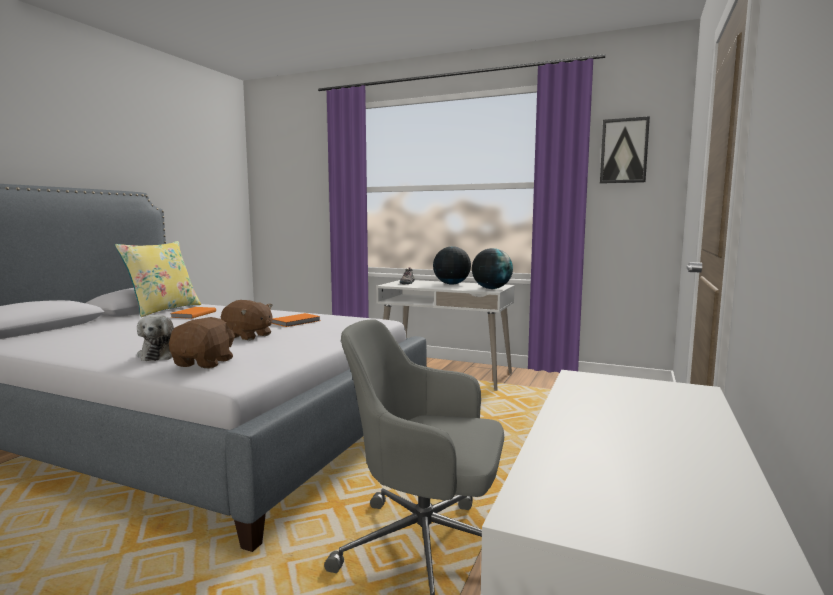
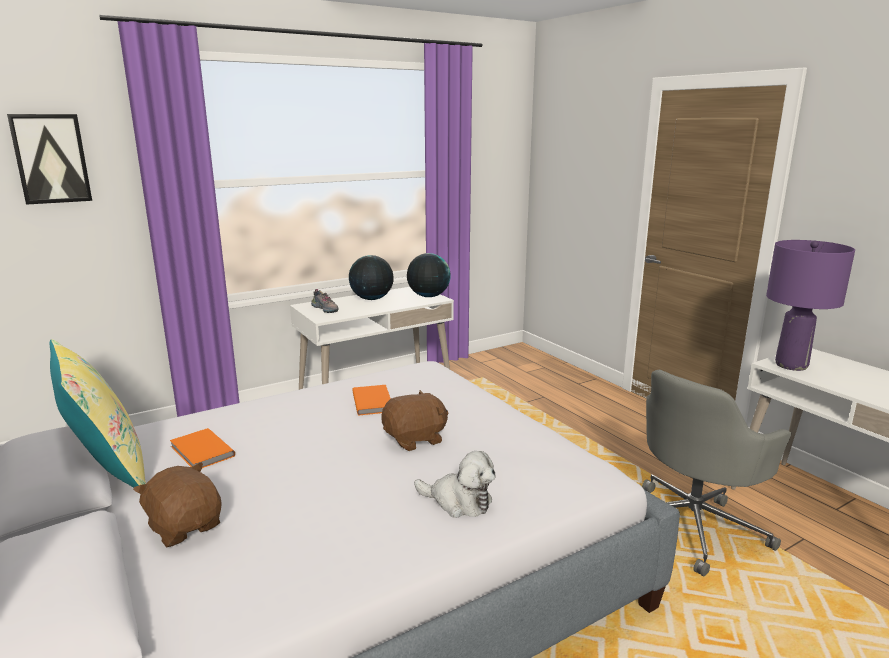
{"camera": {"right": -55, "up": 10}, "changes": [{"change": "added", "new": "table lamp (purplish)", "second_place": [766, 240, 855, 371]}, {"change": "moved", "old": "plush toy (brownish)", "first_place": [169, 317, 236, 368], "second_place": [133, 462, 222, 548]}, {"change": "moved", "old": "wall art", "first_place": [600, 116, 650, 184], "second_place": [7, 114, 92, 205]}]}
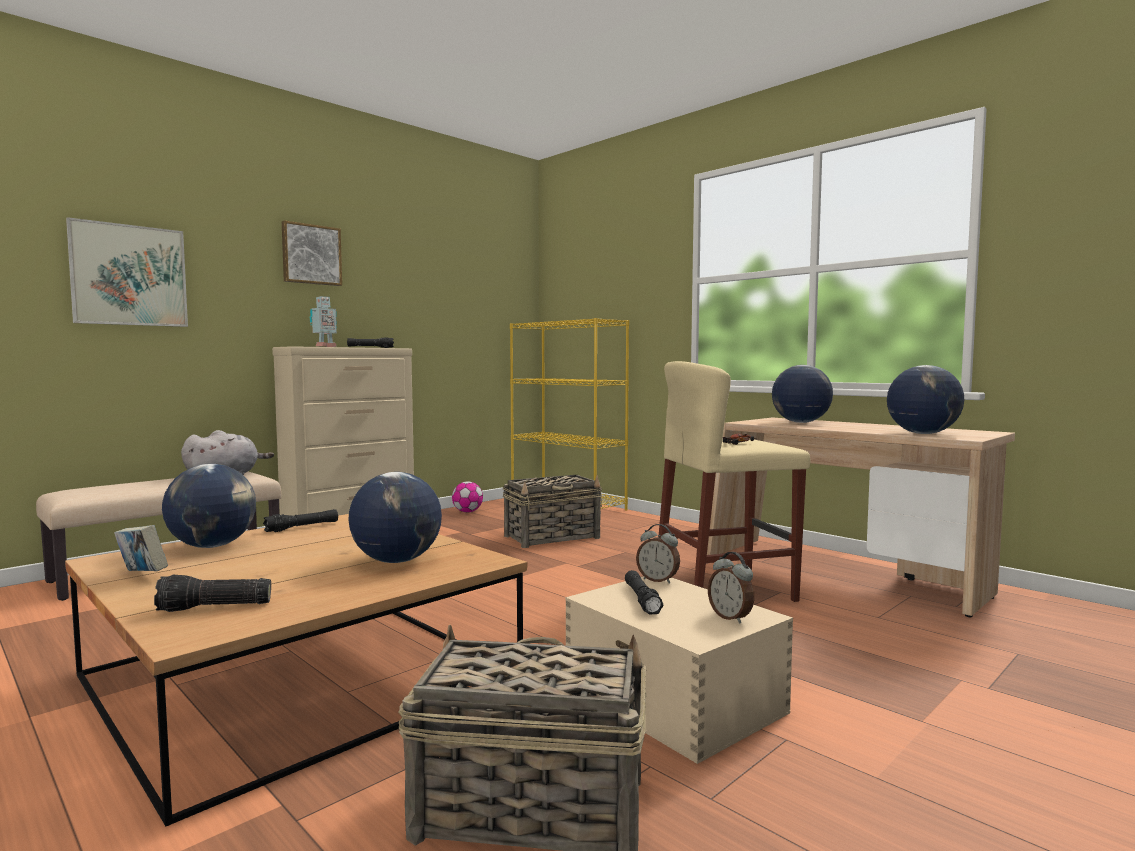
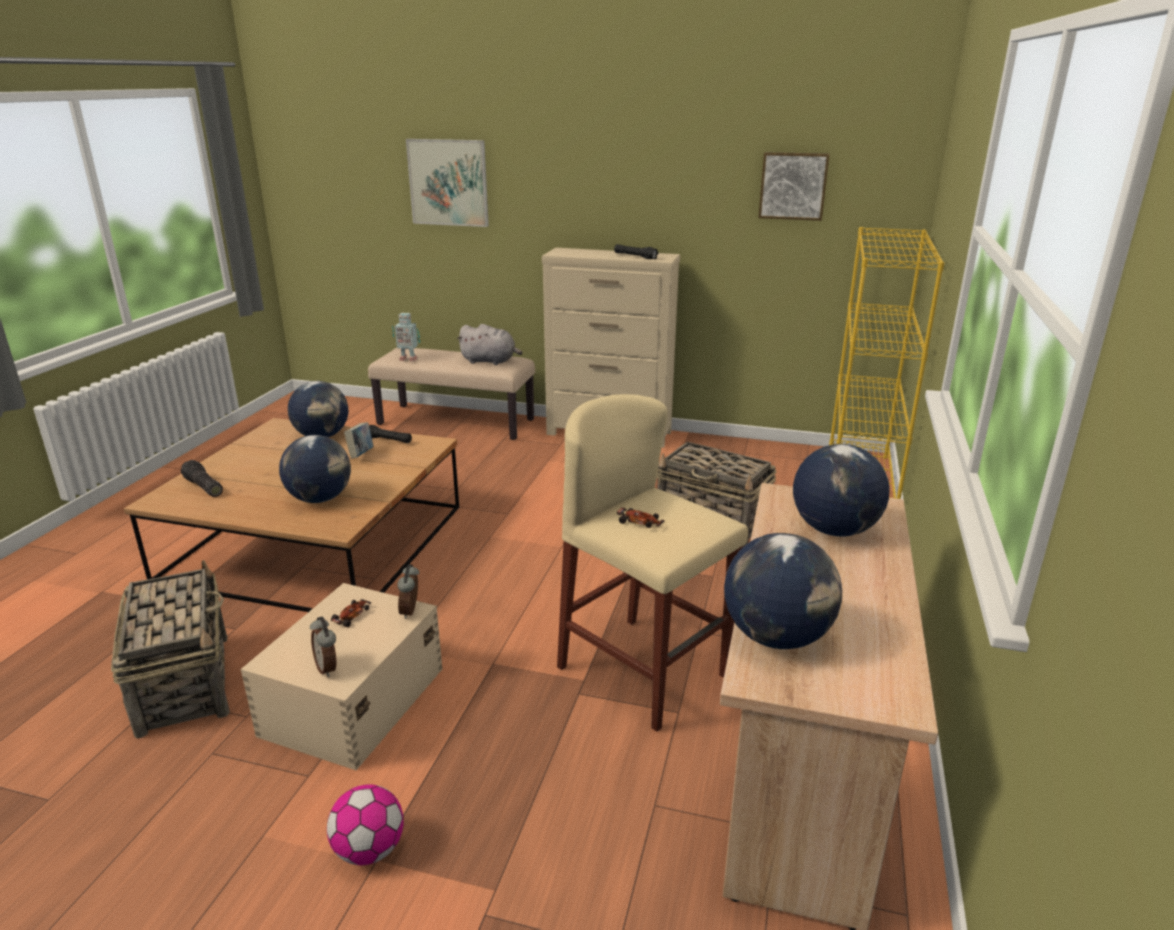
{"camera": {"right": 60, "up": 20}, "changes": [{"change": "moved", "old": "volume", "first_place": [114, 525, 168, 571], "second_place": [344, 422, 373, 458]}, {"change": "moved", "old": "wall art", "first_place": [282, 221, 342, 286], "second_place": [758, 152, 830, 221]}, {"change": "moved", "old": "toy robot", "first_place": [310, 296, 337, 347], "second_place": [392, 313, 420, 362]}, {"change": "moved", "old": "football ball", "first_place": [452, 481, 483, 512], "second_place": [327, 784, 404, 865]}, {"change": "replaced", "old": "flashlight (black)", "new": "toy car", "first_place": [625, 570, 663, 615], "second_place": [331, 599, 372, 627]}, {"change": "turned", "old": "bedside clock", "first_place": [708, 552, 754, 624], "second_place": [310, 617, 336, 677], "degrees": -60}]}
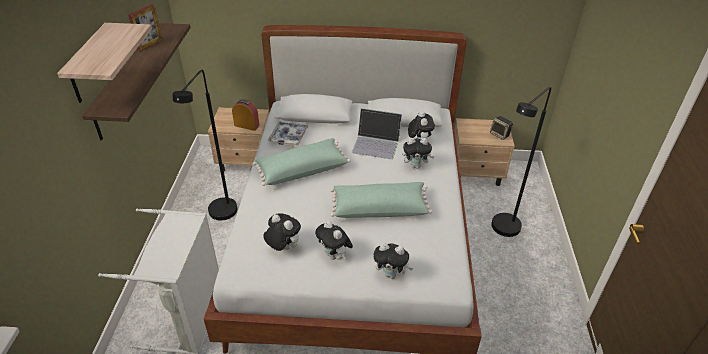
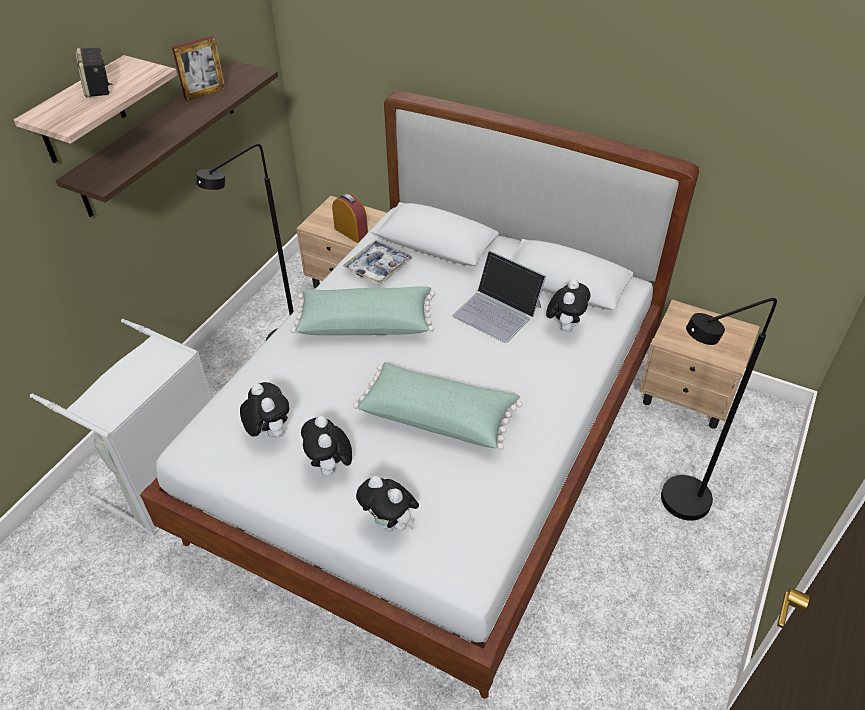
{"camera": {"right": 25, "up": 5}, "changes": [{"change": "removed", "old": "plush toy", "first_place": [402, 138, 434, 169]}, {"change": "moved", "old": "audio speaker", "first_place": [490, 116, 513, 140], "second_place": [75, 48, 113, 98]}]}
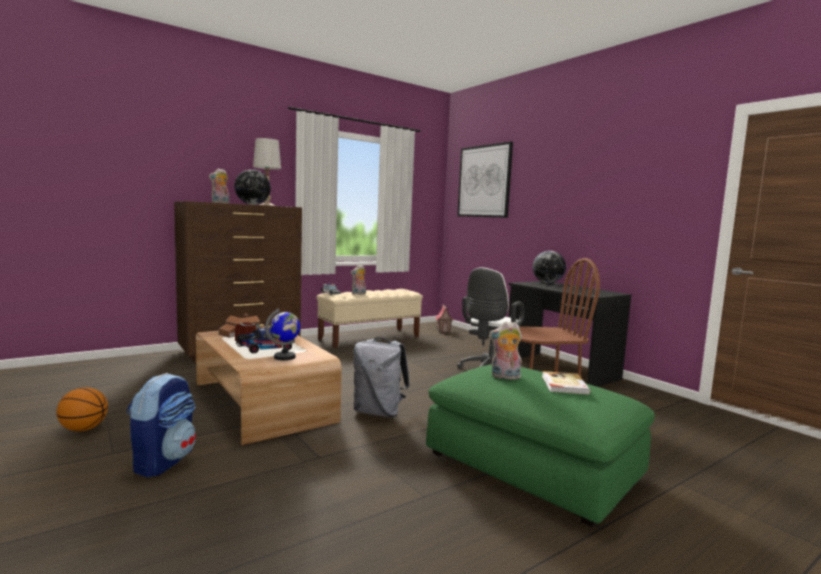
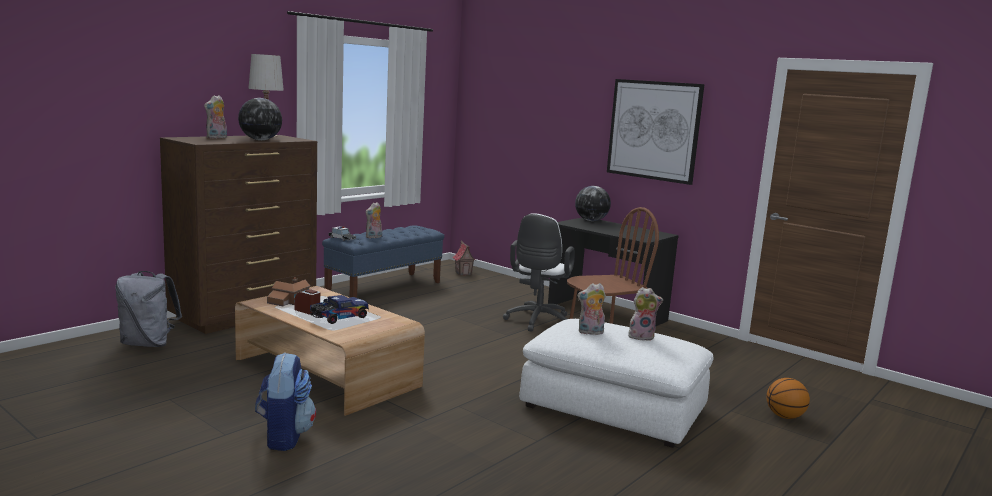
{"camera": {"right": -15, "up": 5}, "changes": [{"change": "removed", "old": "world globe", "first_place": [265, 309, 300, 360]}, {"change": "moved", "old": "basketball ball", "first_place": [56, 387, 108, 431], "second_place": [766, 378, 810, 419]}, {"change": "moved", "old": "backpack (gray)", "first_place": [353, 337, 410, 417], "second_place": [115, 271, 182, 347]}, {"change": "moved", "old": "wall art", "first_place": [457, 141, 513, 218], "second_place": [607, 79, 705, 185]}, {"change": "replaced", "old": "volume", "new": "plush toy", "first_place": [542, 371, 591, 395], "second_place": [628, 287, 663, 340]}, {"change": "recoloured", "old": "indoor bench (beige)", "new": "indoor bench (blue-coloured)", "first_place": [317, 289, 423, 348], "second_place": [322, 225, 444, 298]}, {"change": "recoloured", "old": "ottoman (greenish)", "new": "ottoman (white-coloured)", "first_place": [426, 365, 655, 527], "second_place": [519, 319, 713, 448]}]}
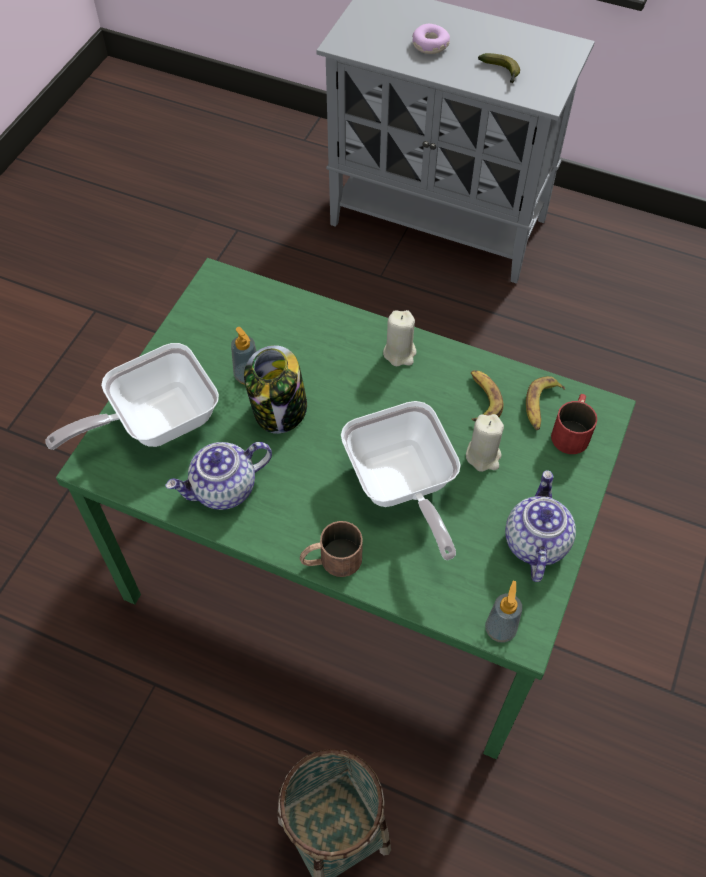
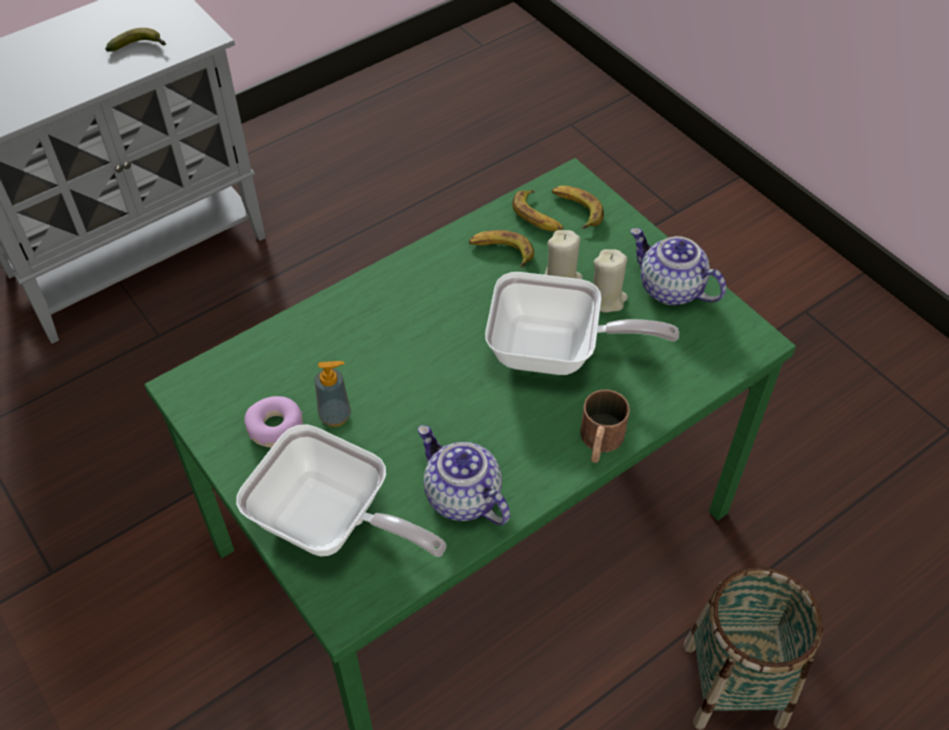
{"camera": {"right": -60, "up": -5}, "changes": [{"change": "removed", "old": "jar", "first_place": [244, 345, 307, 434]}, {"change": "removed", "old": "soap bottle", "first_place": [485, 581, 522, 643]}, {"change": "moved", "old": "candle (beige)", "first_place": [383, 310, 416, 366], "second_place": [593, 249, 628, 313]}, {"change": "moved", "old": "doughnut", "first_place": [412, 24, 450, 54], "second_place": [244, 396, 303, 448]}, {"change": "replaced", "old": "mug (red)", "new": "banana fruit", "first_place": [551, 394, 597, 454], "second_place": [552, 186, 604, 229]}, {"change": "turned", "old": "skillet", "first_place": [46, 343, 219, 450], "second_place": [236, 424, 446, 557], "degrees": -60}, {"change": "turned", "old": "tea pot", "first_place": [165, 442, 272, 510], "second_place": [418, 425, 510, 525], "degrees": 135}]}
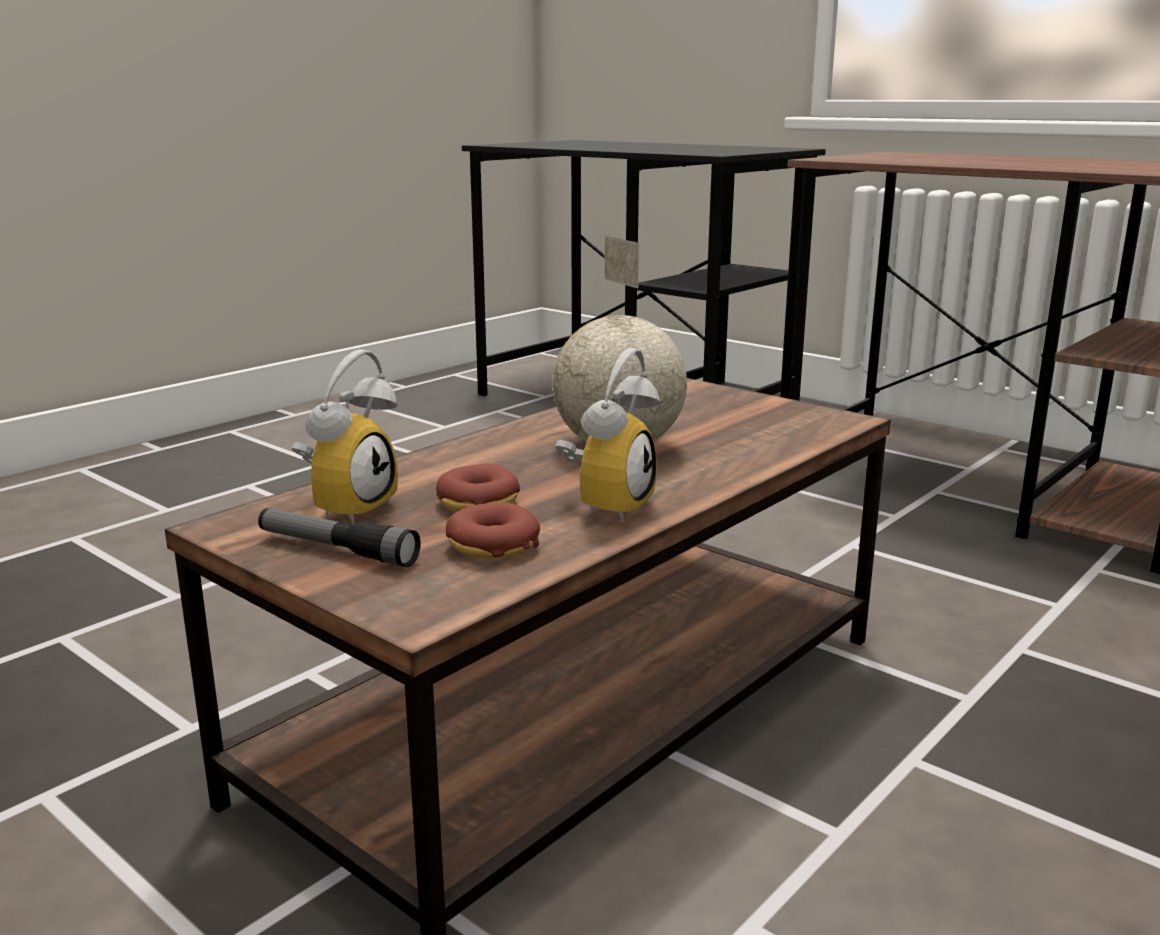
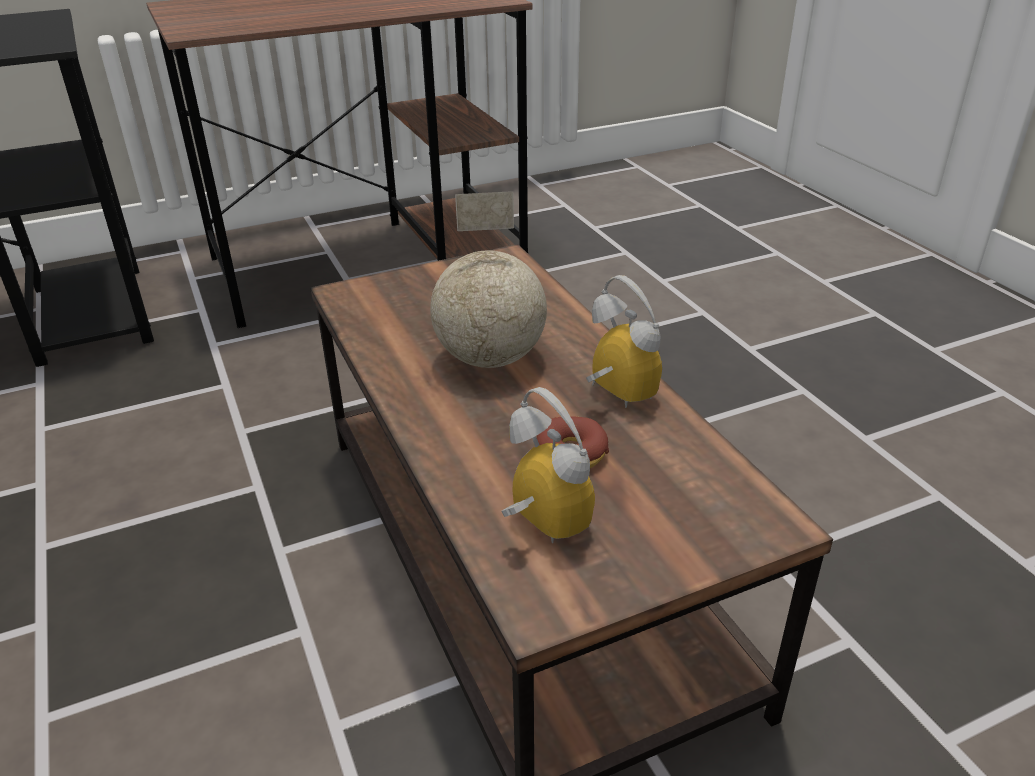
{"camera": {"right": -65, "up": 15}, "changes": [{"change": "removed", "old": "flashlight", "first_place": [258, 508, 421, 567]}, {"change": "removed", "old": "doughnut", "first_place": [446, 503, 540, 559]}]}
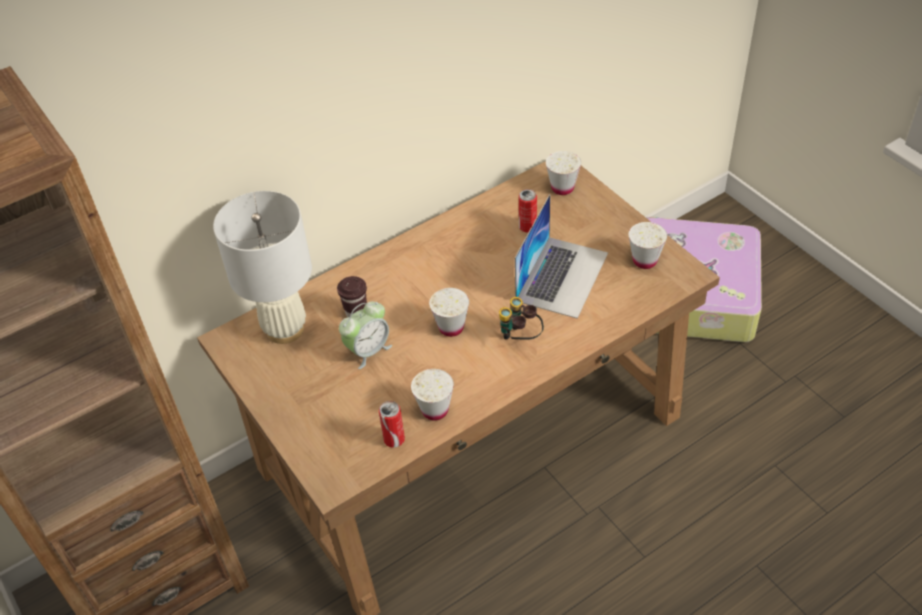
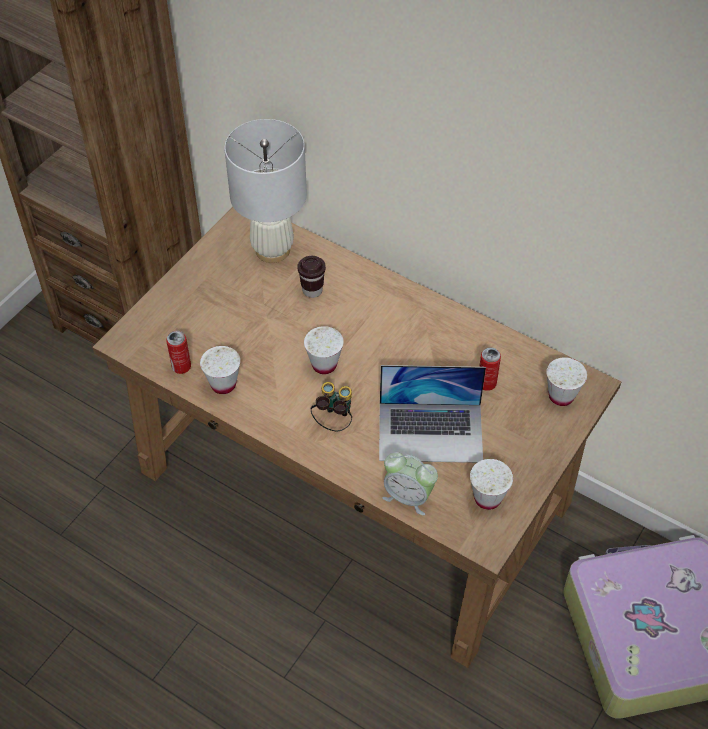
{"camera": {"right": 65, "up": 5}, "changes": [{"change": "moved", "old": "bedside clock", "first_place": [339, 302, 392, 369], "second_place": [382, 452, 438, 515]}]}
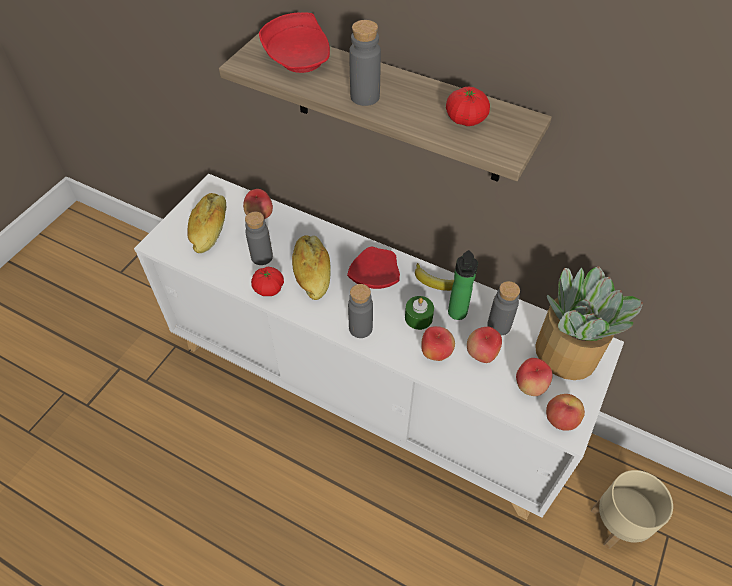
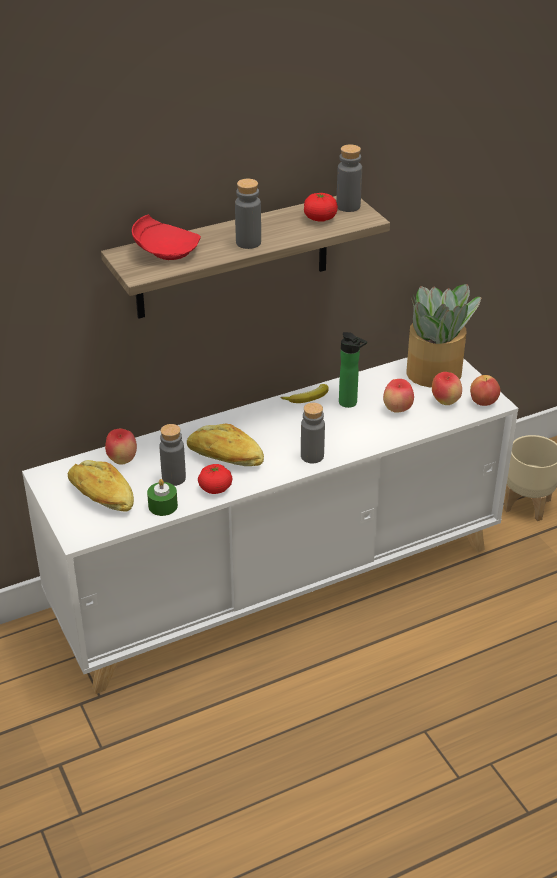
{"camera": {"right": -55, "up": -15}, "changes": [{"change": "removed", "old": "plate (red)", "first_place": [347, 247, 400, 289]}, {"change": "removed", "old": "apple", "first_place": [421, 326, 455, 361]}, {"change": "moved", "old": "candle (greenish)", "first_place": [405, 296, 434, 330], "second_place": [147, 479, 178, 516]}, {"change": "moved", "old": "bottle (gray)", "first_place": [487, 281, 520, 335], "second_place": [336, 144, 362, 212]}]}
